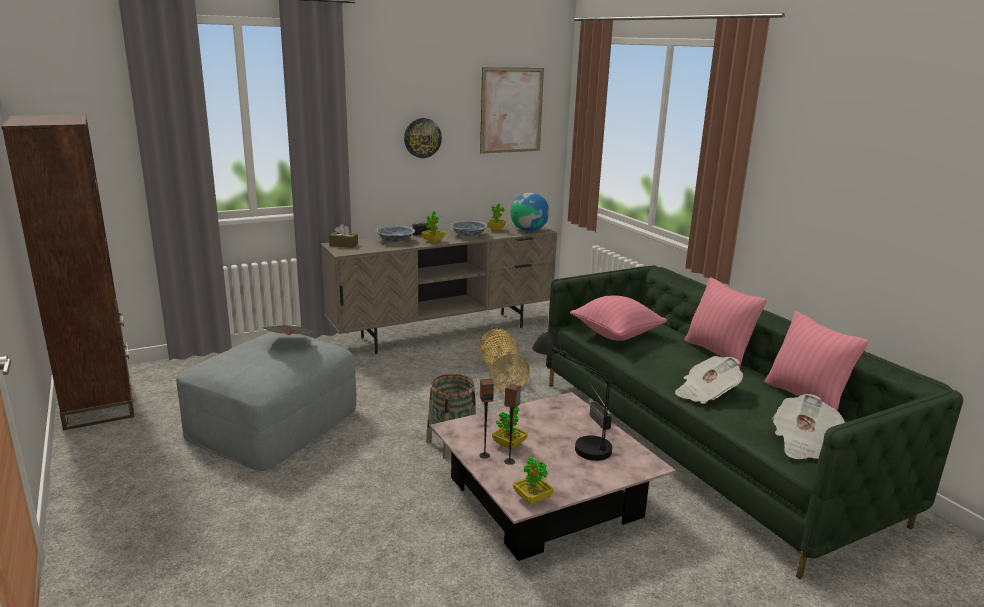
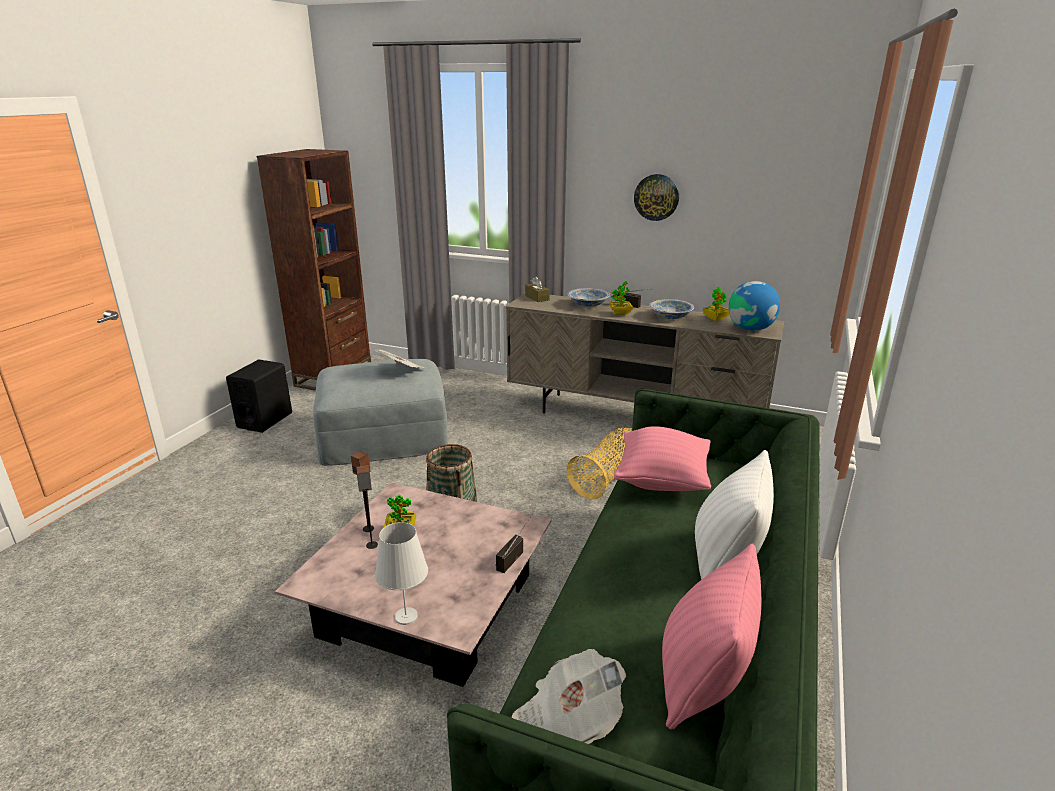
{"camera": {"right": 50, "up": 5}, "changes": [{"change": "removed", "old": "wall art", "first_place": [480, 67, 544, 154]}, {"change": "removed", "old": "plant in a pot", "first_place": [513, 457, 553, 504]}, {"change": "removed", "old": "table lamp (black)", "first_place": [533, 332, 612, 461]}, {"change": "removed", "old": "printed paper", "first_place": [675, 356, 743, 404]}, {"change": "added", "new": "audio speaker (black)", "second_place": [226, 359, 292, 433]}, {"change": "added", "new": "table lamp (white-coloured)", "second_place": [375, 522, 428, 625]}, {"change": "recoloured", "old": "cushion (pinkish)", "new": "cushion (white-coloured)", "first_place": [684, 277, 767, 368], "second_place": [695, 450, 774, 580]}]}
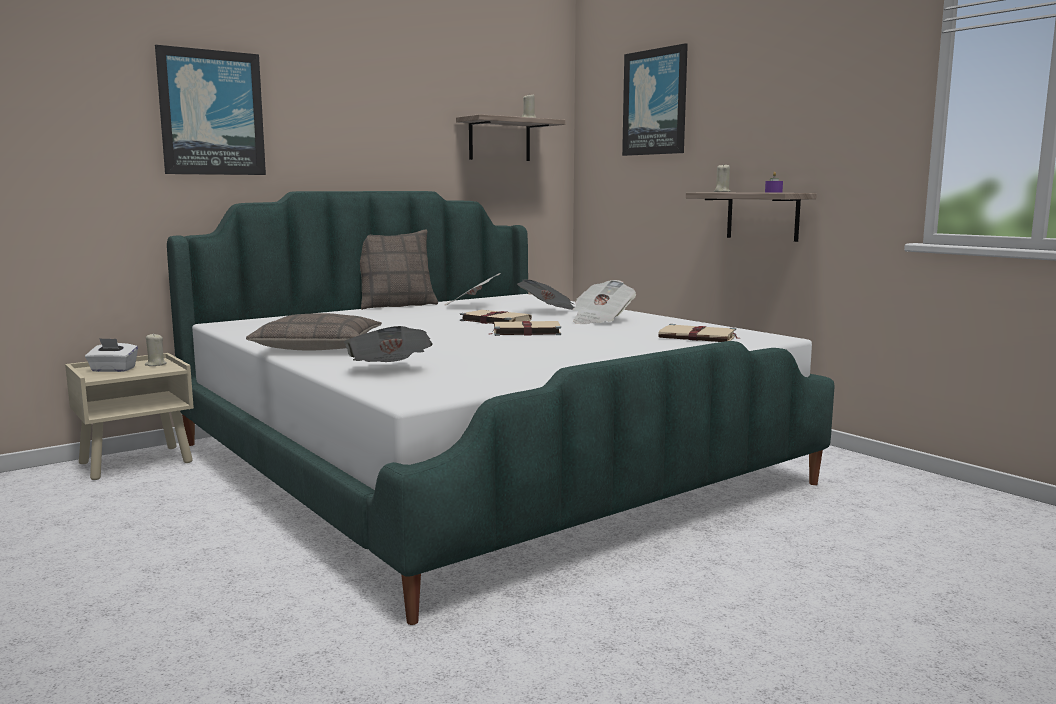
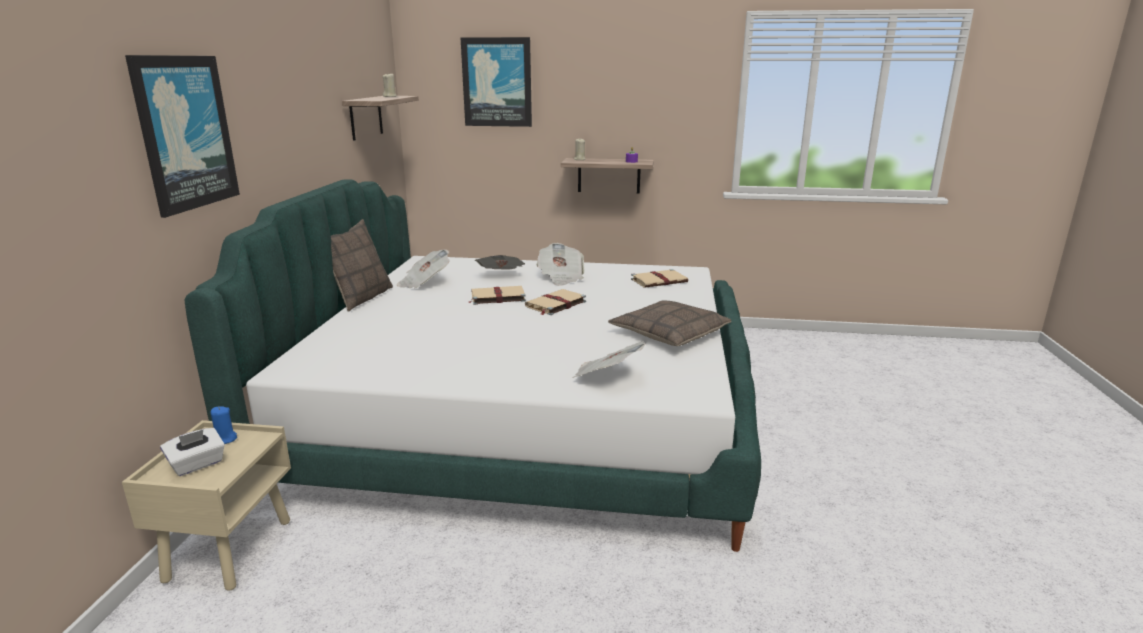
{"camera": {"right": -45, "up": 10}, "changes": [{"change": "moved", "old": "cushion", "first_place": [246, 313, 382, 351], "second_place": [608, 300, 731, 346]}, {"change": "recoloured", "old": "candle (beige)", "new": "candle (blue-coloured)", "first_place": [145, 333, 167, 366], "second_place": [211, 406, 237, 444]}]}
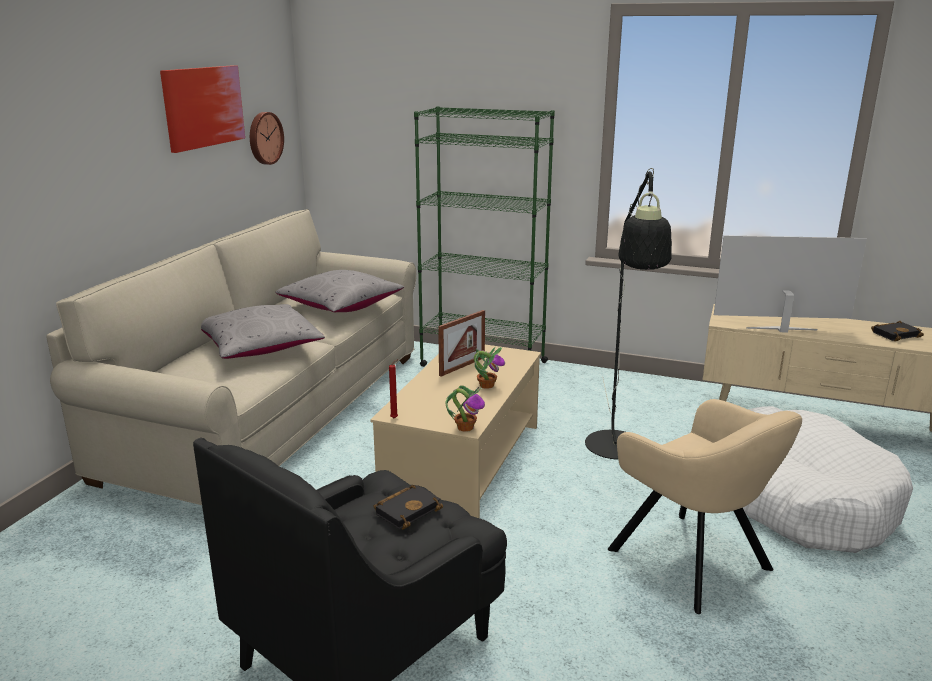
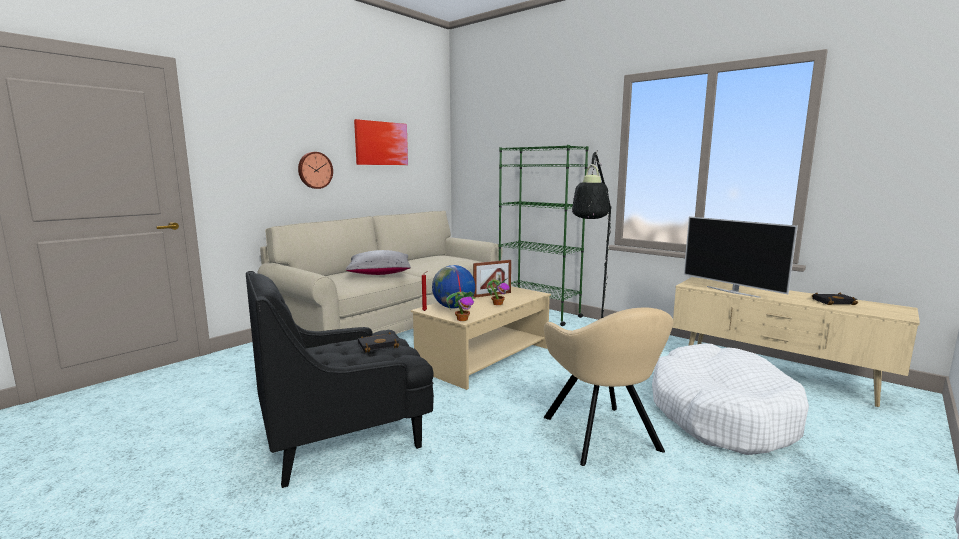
{"camera": {"right": 20, "up": -10}, "changes": [{"change": "removed", "old": "cushion (gray)", "first_place": [275, 270, 404, 312]}, {"change": "added", "new": "world globe", "second_place": [432, 265, 475, 308]}, {"change": "moved", "old": "hanging clock", "first_place": [250, 112, 284, 165], "second_place": [298, 152, 333, 189]}, {"change": "turned", "old": "TV set", "first_place": [714, 235, 867, 333], "second_place": [684, 216, 798, 298], "degrees": -150}]}
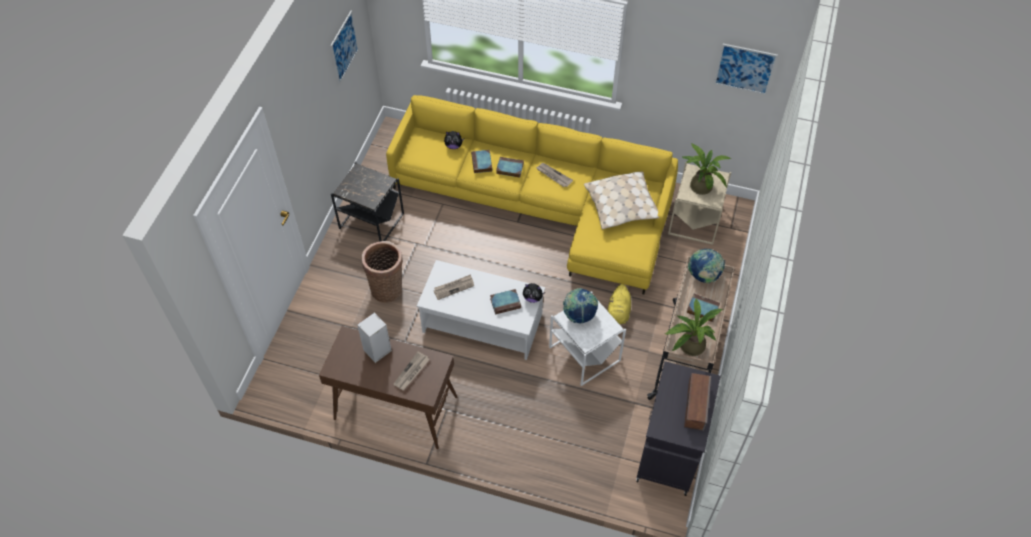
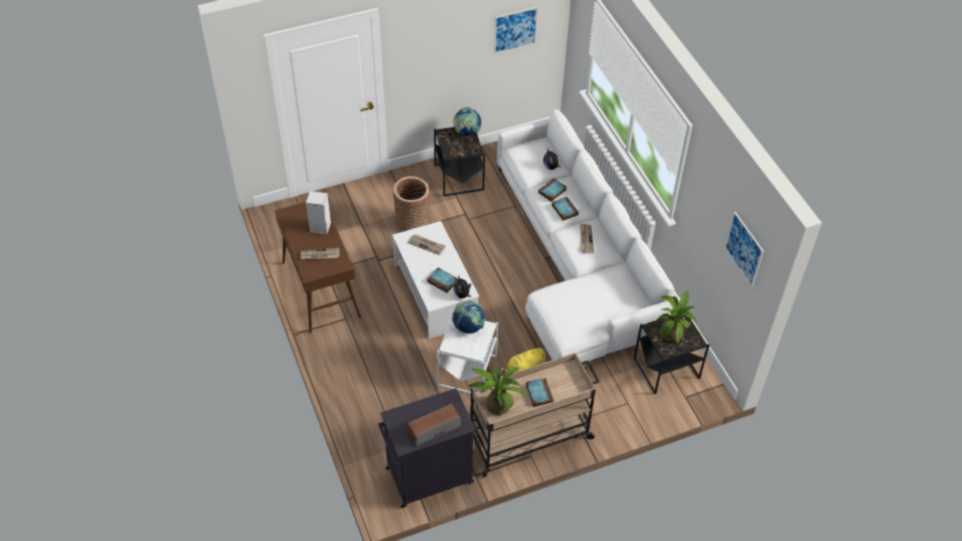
{"camera": {"right": 50, "up": -5}, "changes": [{"change": "removed", "old": "cushion (beige)", "first_place": [584, 172, 659, 229]}, {"change": "moved", "old": "world globe", "first_place": [688, 249, 725, 284], "second_place": [453, 107, 481, 136]}, {"change": "recoloured", "old": "couch (yellow)", "new": "couch (white-coloured)", "first_place": [386, 95, 678, 294], "second_place": [497, 109, 681, 362]}, {"change": "recoloured", "old": "accent table (beige)", "new": "accent table (black)", "first_place": [668, 162, 731, 245], "second_place": [634, 314, 709, 394]}]}
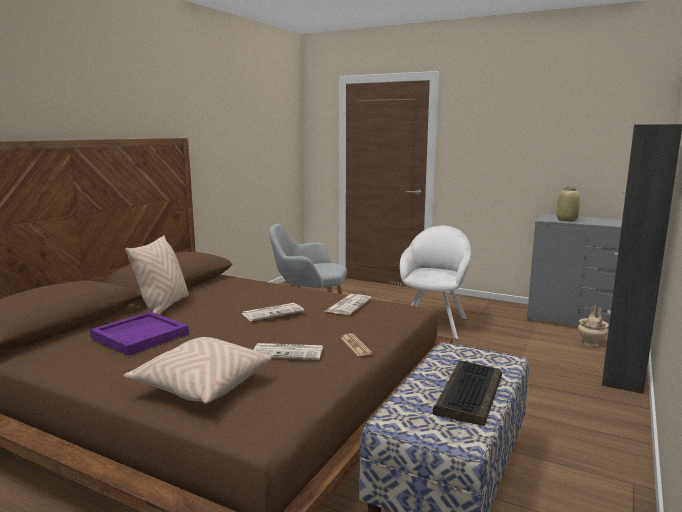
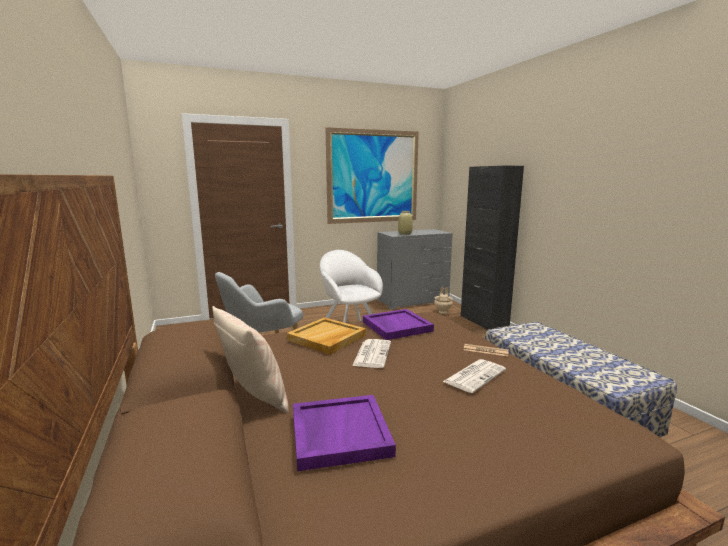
{"camera": {"right": -50, "up": 0}, "changes": [{"change": "removed", "old": "cushion (beige)", "first_place": [124, 337, 271, 404]}, {"change": "removed", "old": "keyboard", "first_place": [433, 361, 502, 426]}, {"change": "added", "new": "tray (beige)", "second_place": [287, 317, 366, 355]}, {"change": "added", "new": "wall art", "second_place": [325, 127, 419, 224]}, {"change": "replaced", "old": "printed paper", "new": "tray (purplish)", "first_place": [326, 294, 372, 315], "second_place": [363, 309, 434, 340]}]}
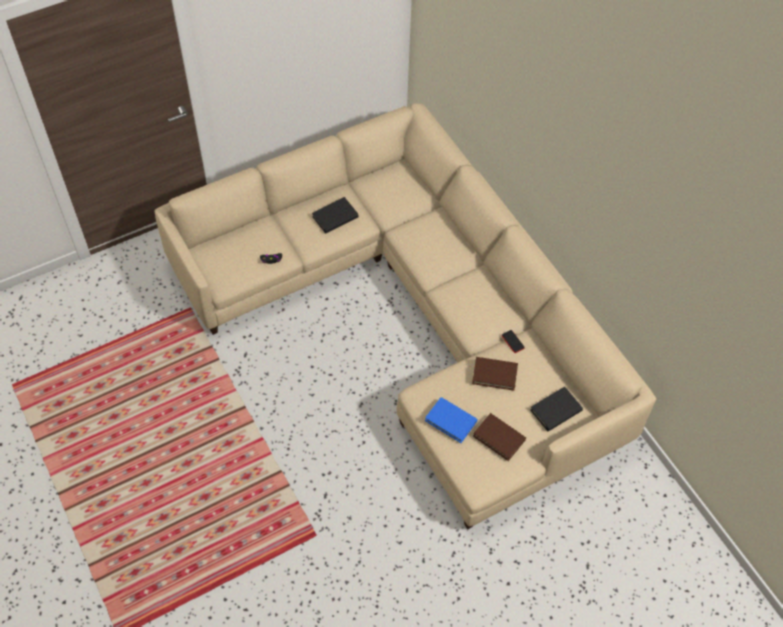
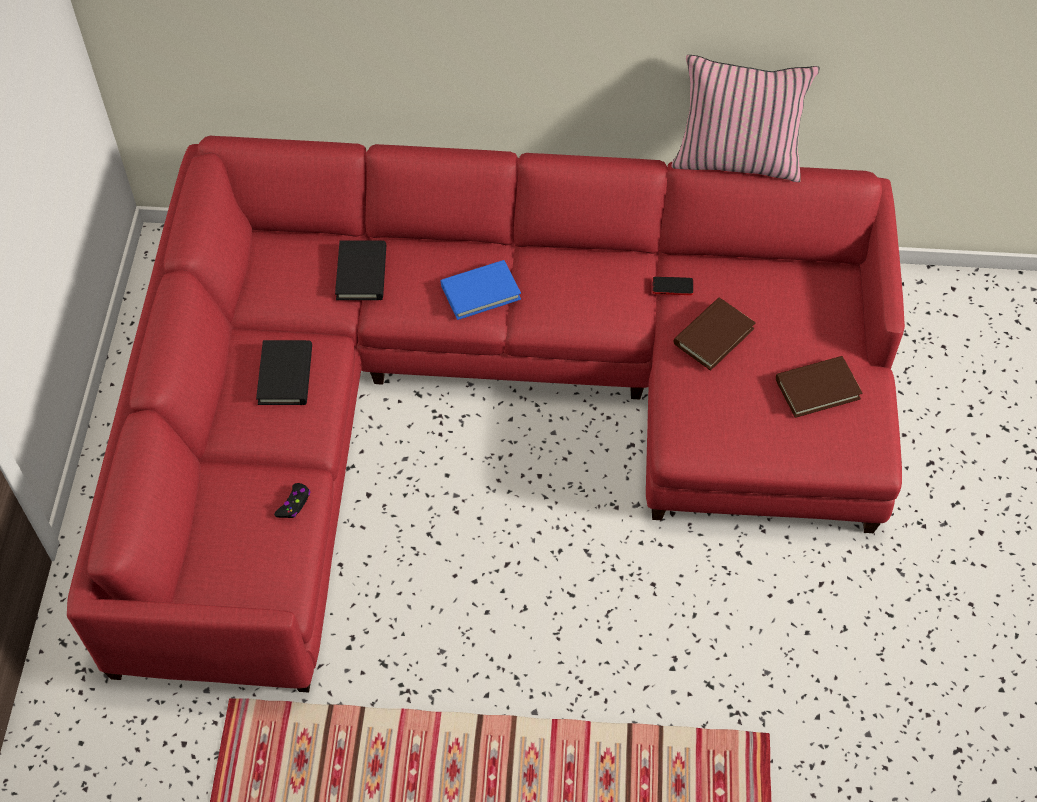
{"camera": {"right": -55, "up": 0}, "changes": [{"change": "added", "new": "cushion (pinkish)", "second_place": [672, 55, 820, 182]}, {"change": "moved", "old": "volume (blue-coloured)", "first_place": [425, 397, 478, 443], "second_place": [441, 260, 521, 320]}, {"change": "moved", "old": "volume (black)", "first_place": [530, 387, 583, 431], "second_place": [335, 240, 386, 300]}, {"change": "recoloured", "old": "couch (beige)", "new": "couch (red)", "first_place": [154, 103, 656, 529], "second_place": [67, 136, 905, 693]}]}
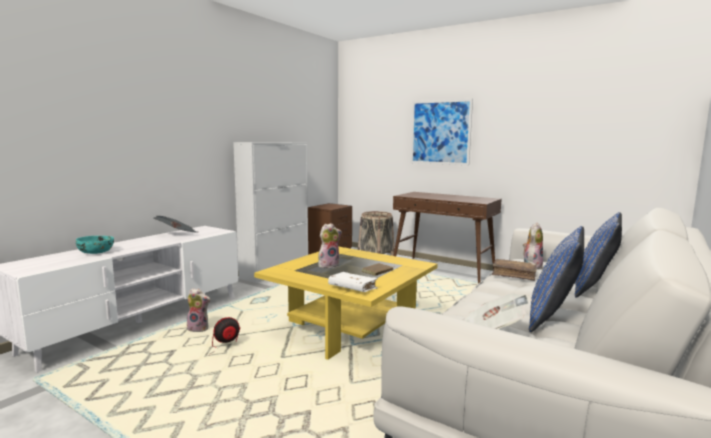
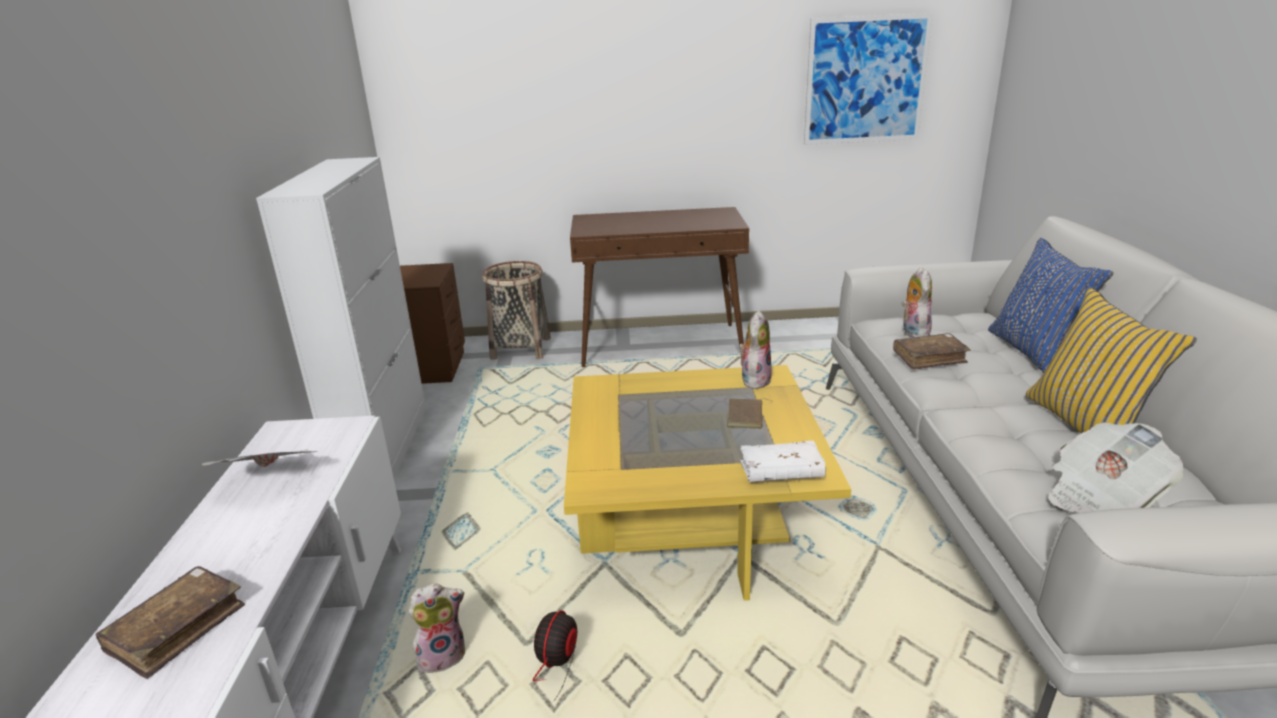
{"camera": {"right": -35, "up": 15}, "changes": [{"change": "moved", "old": "plush toy", "first_place": [318, 223, 342, 268], "second_place": [739, 310, 772, 390]}, {"change": "moved", "old": "wall art", "first_place": [411, 99, 473, 165], "second_place": [804, 13, 933, 145]}, {"change": "replaced", "old": "bowl (blue-green)", "new": "volume (brownish)", "first_place": [76, 236, 114, 254], "second_place": [95, 566, 245, 679]}, {"change": "recoloured", "old": "cushion (blue-coloured)", "new": "cushion (yellow)", "first_place": [529, 226, 584, 332], "second_place": [1026, 288, 1197, 433]}]}
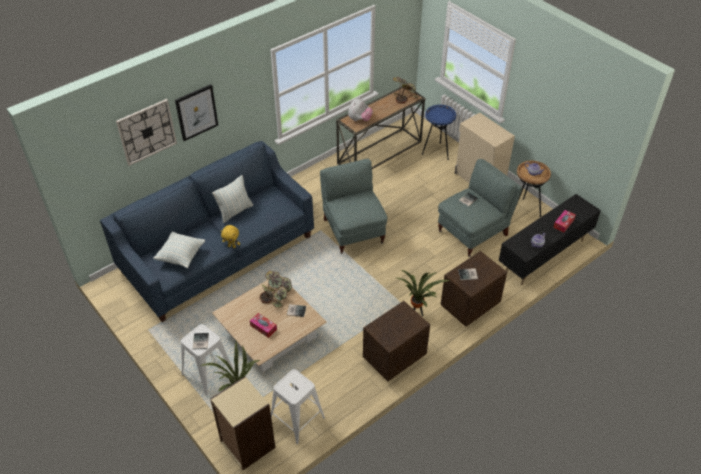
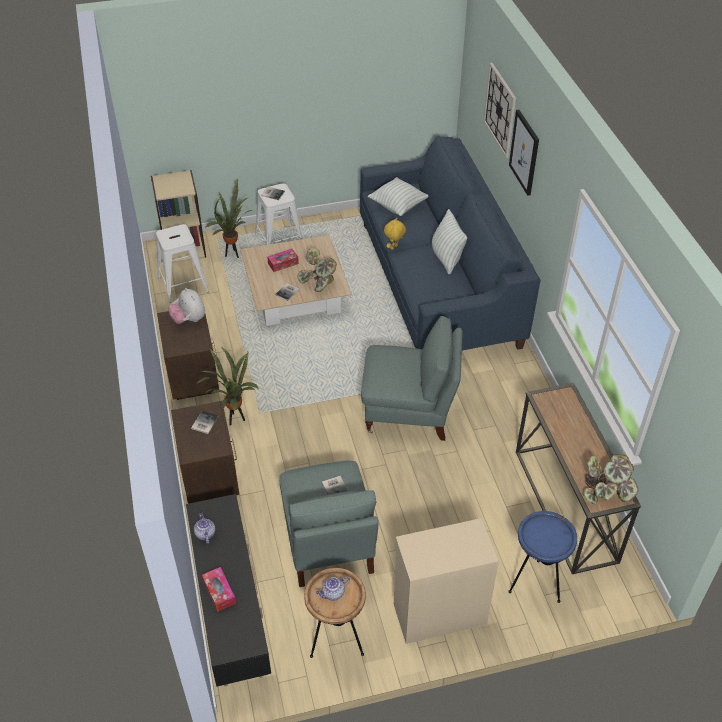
{"camera": {"right": 115, "up": 0}, "changes": [{"change": "moved", "old": "plush toy", "first_place": [348, 97, 373, 121], "second_place": [169, 288, 205, 324]}]}
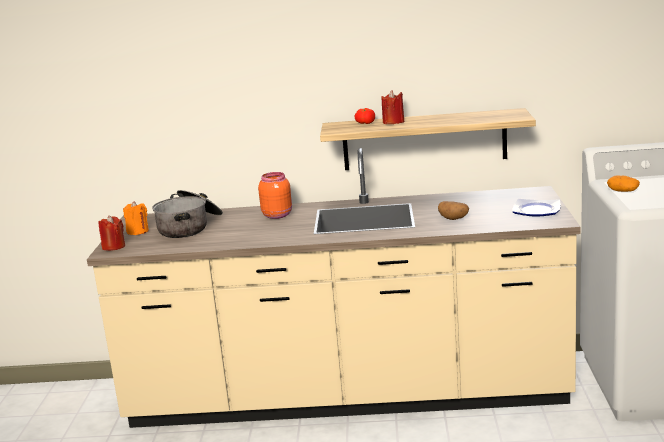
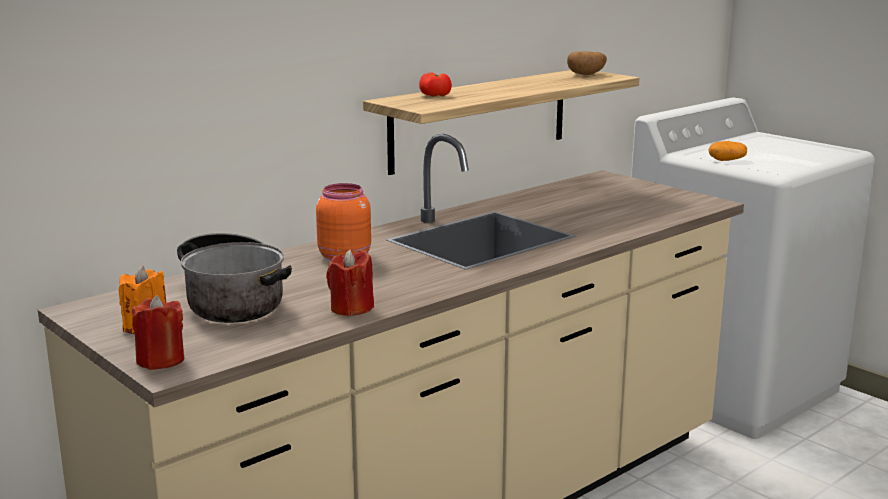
{"camera": {"right": -45, "up": 0}, "changes": [{"change": "removed", "old": "plate", "first_place": [512, 199, 561, 217]}, {"change": "moved", "old": "candle (red)", "first_place": [381, 90, 404, 124], "second_place": [326, 249, 374, 316]}, {"change": "moved", "old": "whole potato", "first_place": [438, 201, 469, 220], "second_place": [567, 51, 607, 75]}]}
